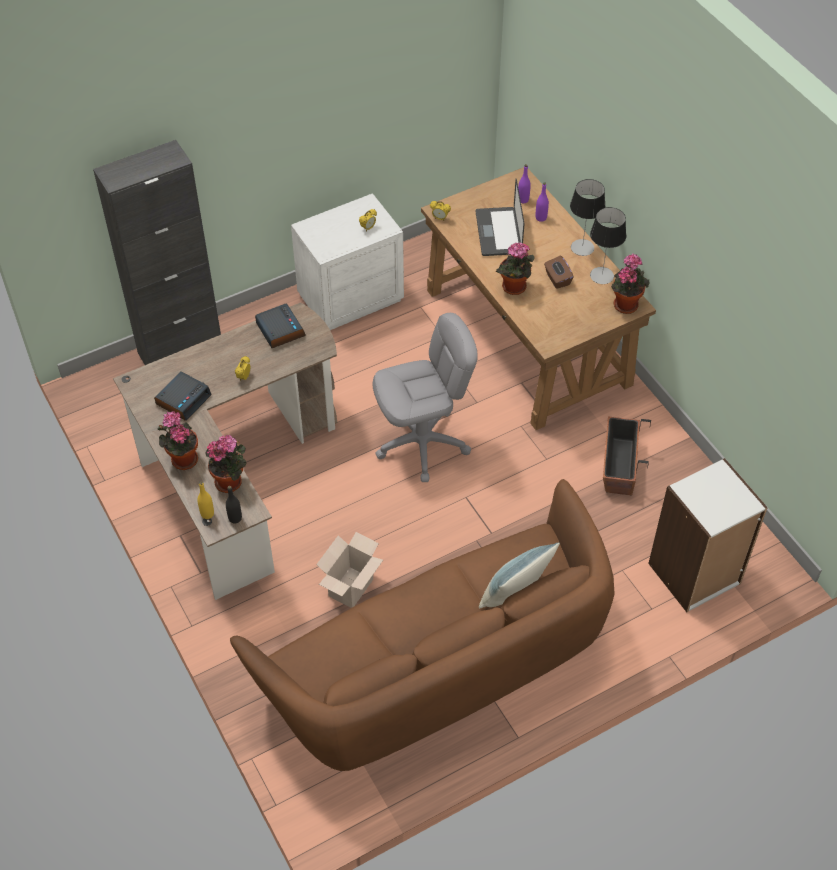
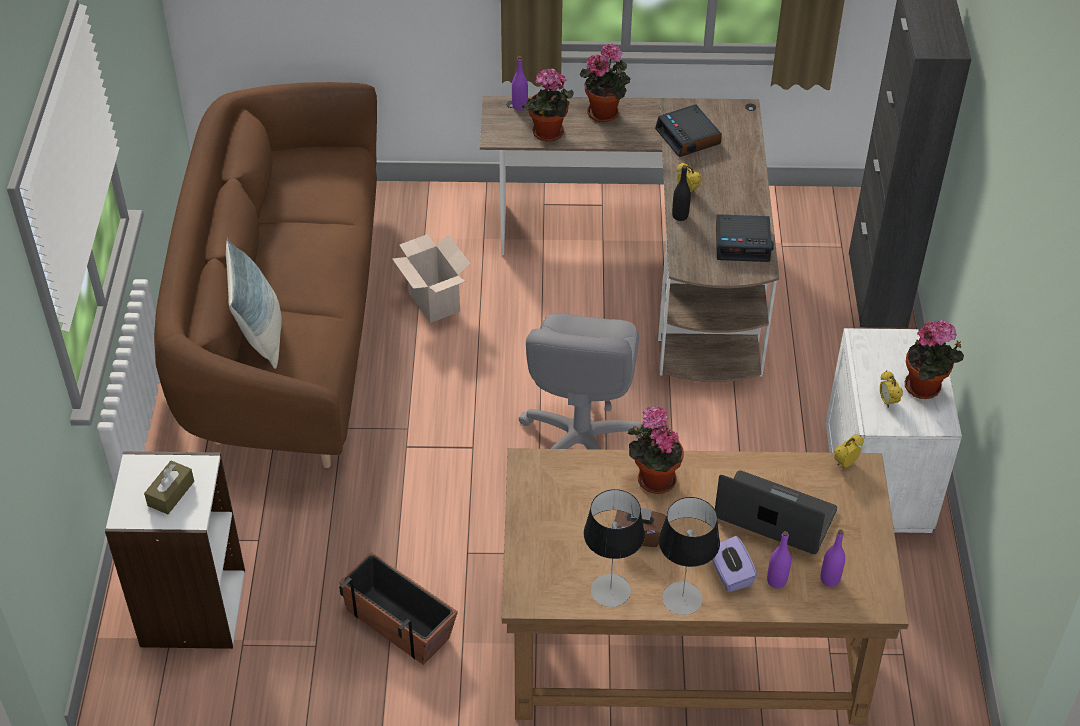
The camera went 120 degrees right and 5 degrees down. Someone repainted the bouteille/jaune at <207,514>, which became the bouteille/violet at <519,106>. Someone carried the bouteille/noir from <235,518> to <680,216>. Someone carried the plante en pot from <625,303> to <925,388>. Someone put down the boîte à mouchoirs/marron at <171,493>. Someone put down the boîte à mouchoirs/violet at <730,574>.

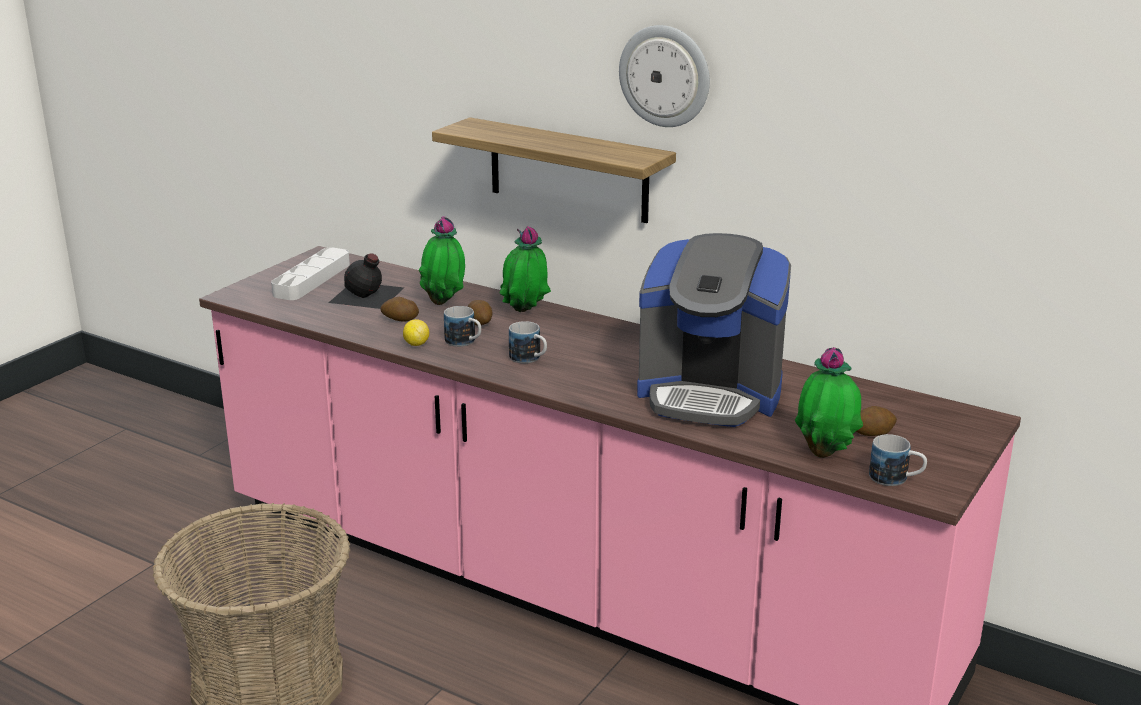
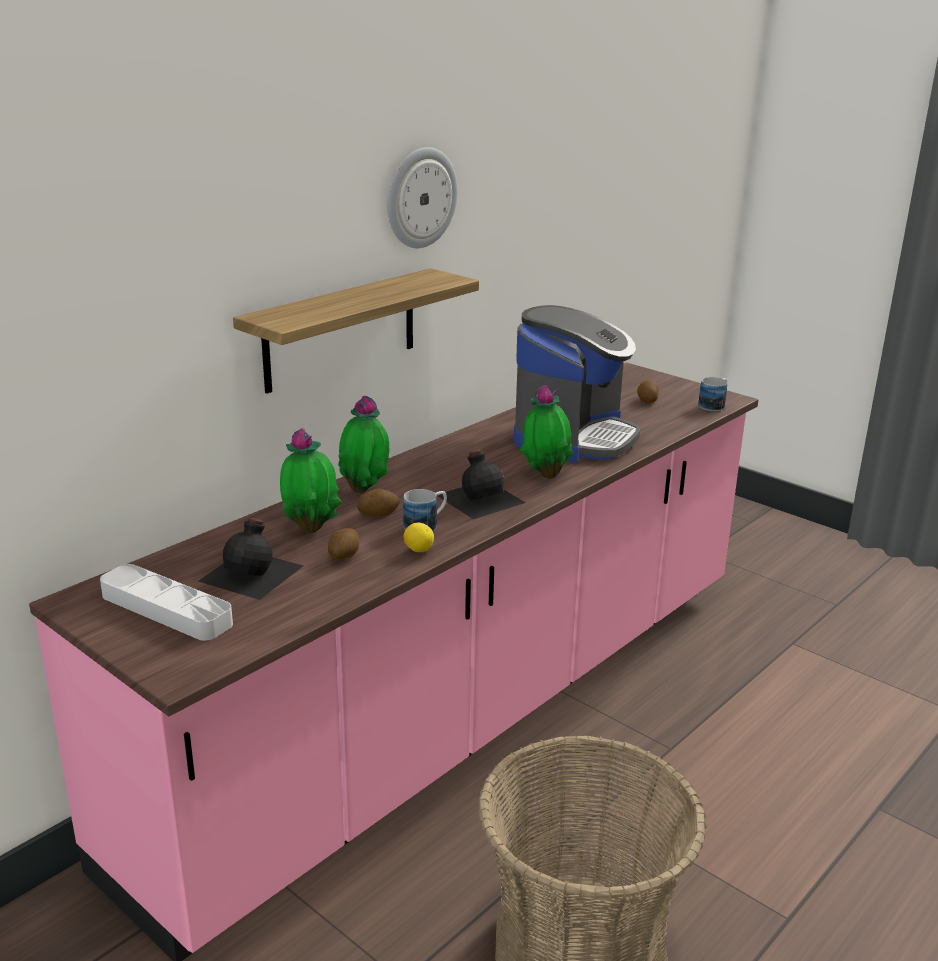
The camera went 80 degrees left and 0 degrees up. Someone swapped the mug at <530,359> for the bouteille/noir at <480,498>. Someone carried the plante en pot from <825,453> to <545,475>.

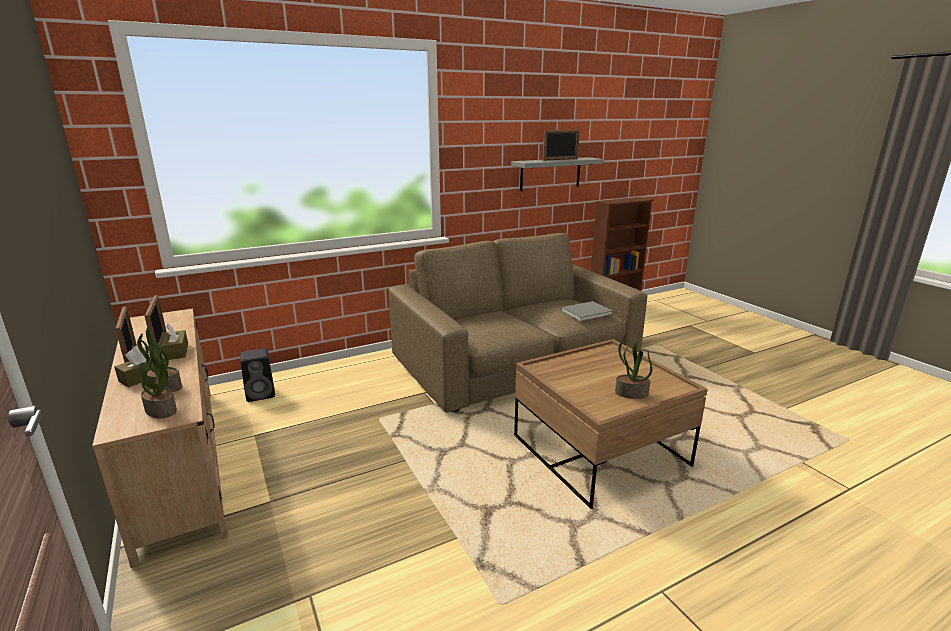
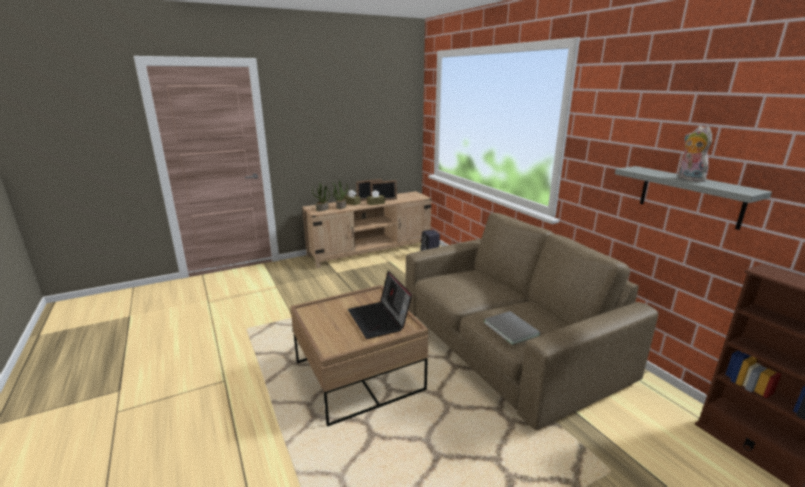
The camera went 90 degrees right and 0 degrees up. Someone swapped the cadre photo at <560,159> for the peluche at <688,179>. Someone took away the plante en pot at <631,393>. Someone put down the ordinateur portable at <379,320>.

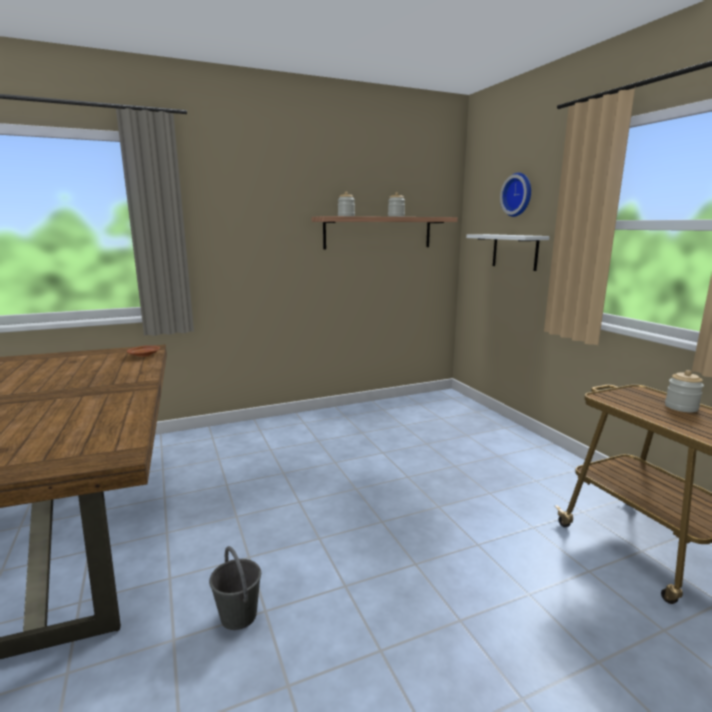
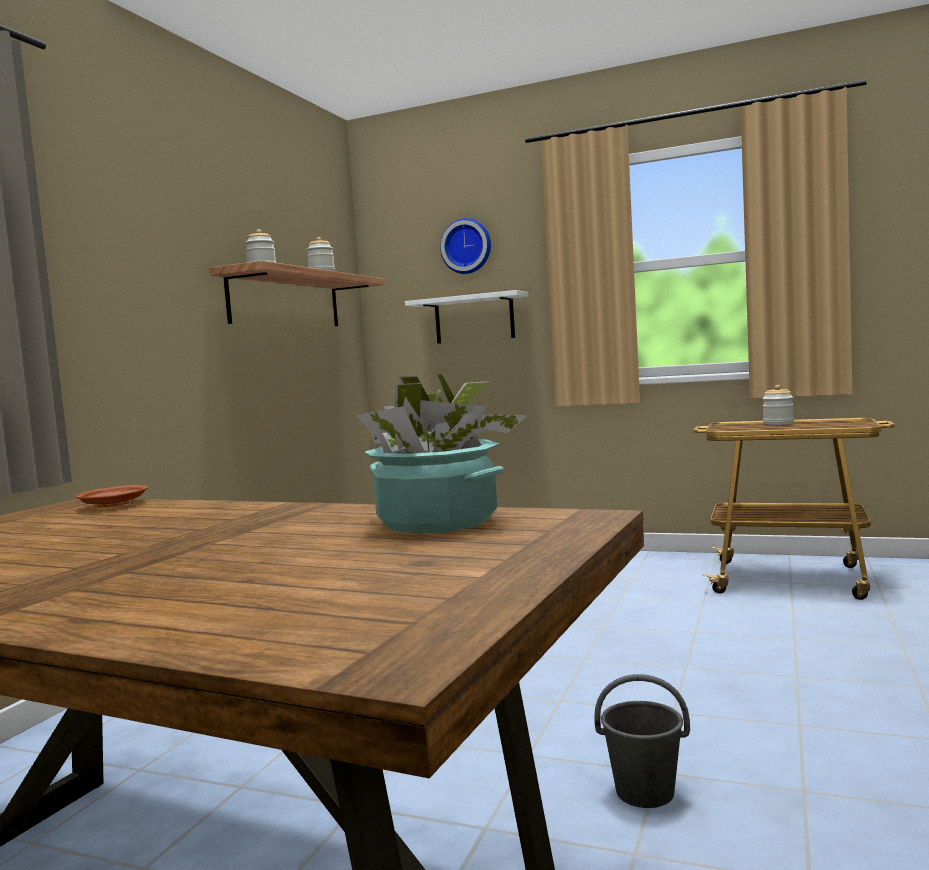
The camera went 45 degrees left and 10 degrees down. Someone put down the plante en pot at <436,521>.

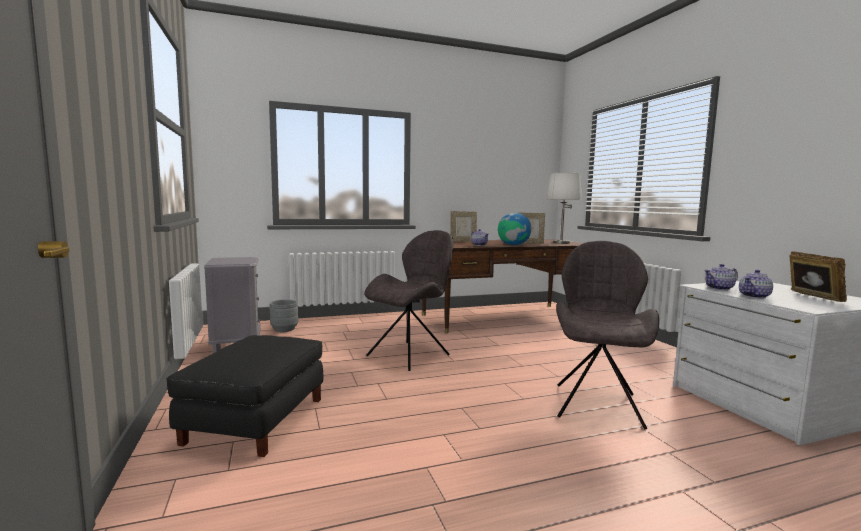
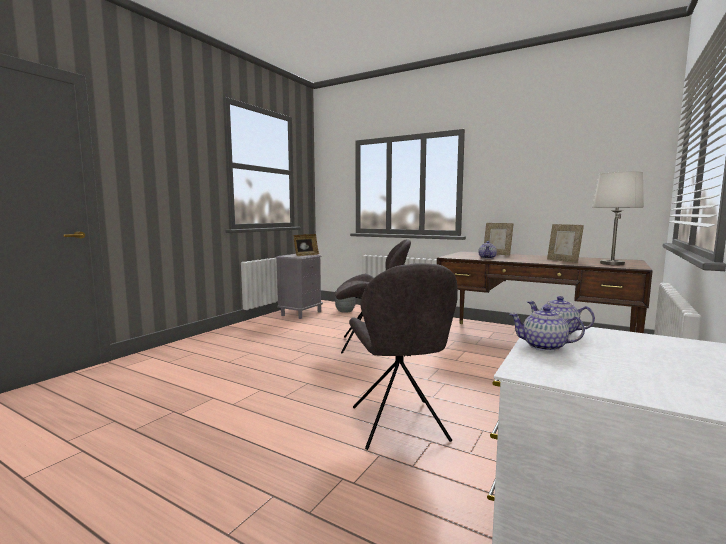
The camera went 50 degrees right and 0 degrees up. Someone took away the pouf/noir at <255,420>. Someone took away the globe at <513,245>. Someone rotated the chaise/gris at <597,403> by 105 degrees clockwise. Someone carried the cadre photo from <812,297> to <306,255>.

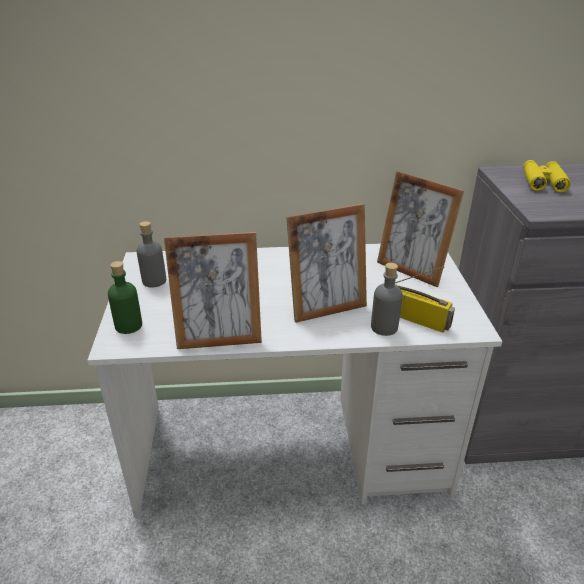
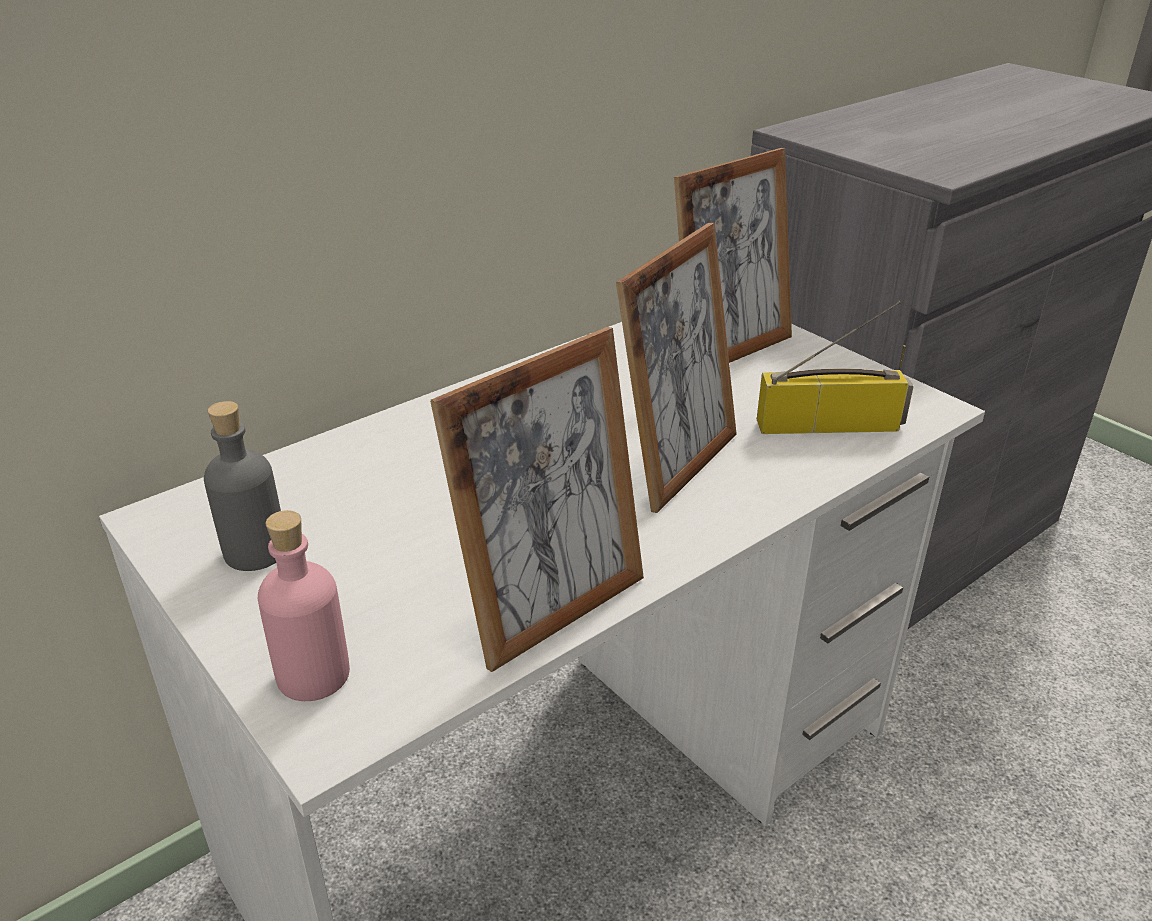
The camera went 35 degrees left and 0 degrees up. Someone repainted the bouteille/vert at <128,325>, which became the bouteille/rose at <313,674>. Someone took away the bouteille/gris at <384,327>. Someone rotated the cadre photo at <411,270> by 45 degrees counterclockwise. Someone took away the jumelles/jaune at <543,182>.

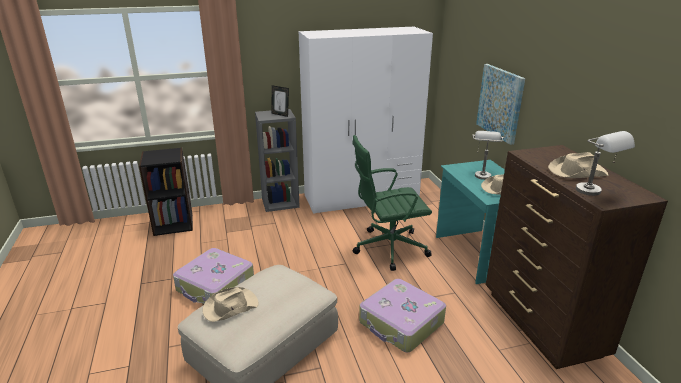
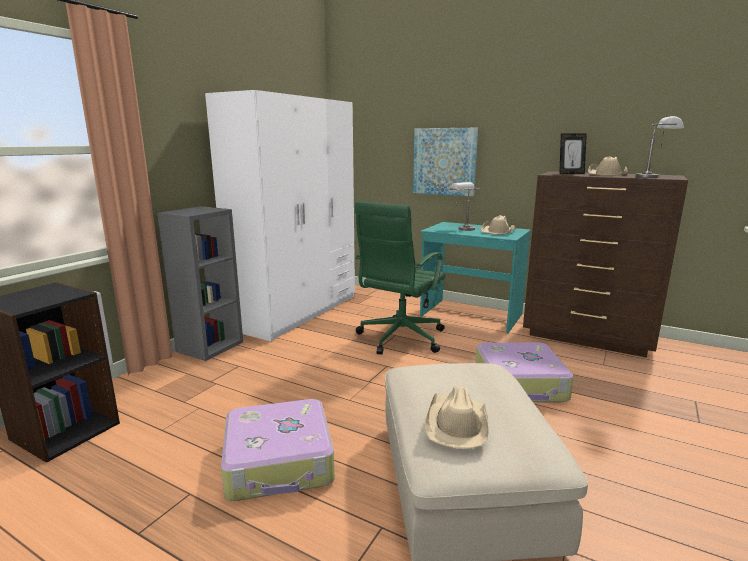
The camera went 45 degrees left and 10 degrees down. Someone carried the cadre photo from <280,114> to <570,173>.

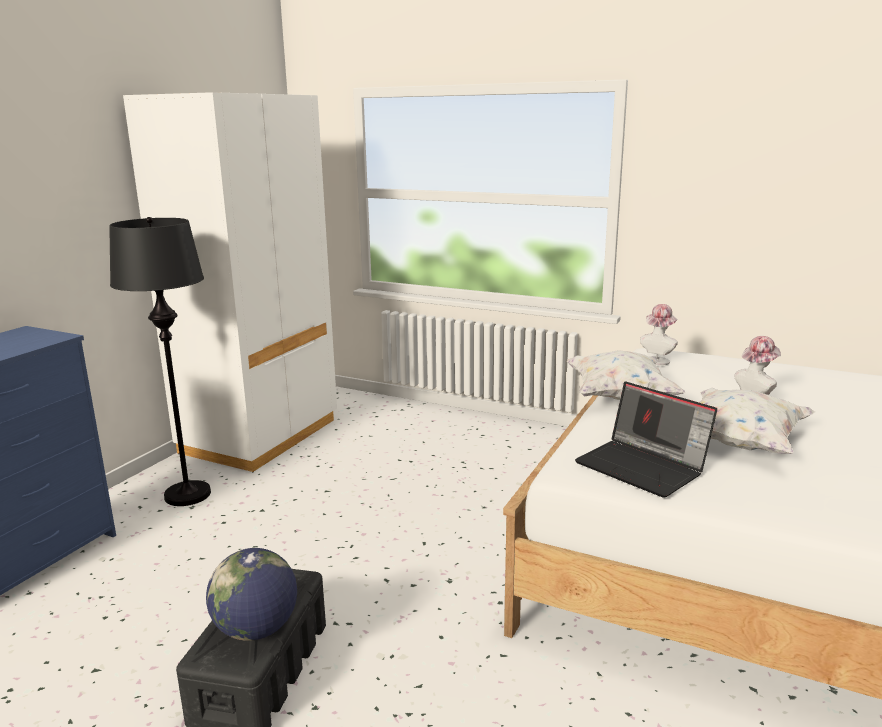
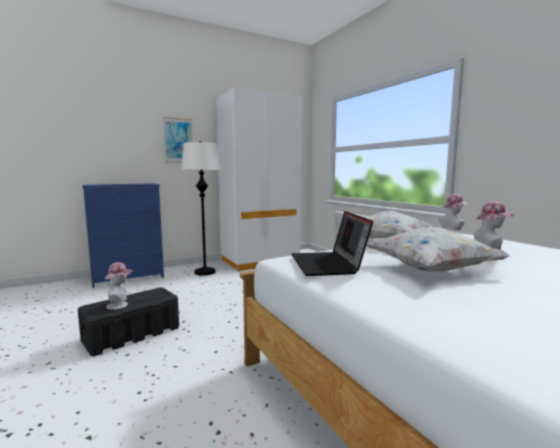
The camera went 35 degrees right and 10 degrees down. Someone repainted the lampadaire/noir at <188,494>, which became the lampadaire/blanc at <205,272>. Someone swapped the globe at <256,630> for the chapeau at <120,305>. Someone put up the tableau at <178,140>.

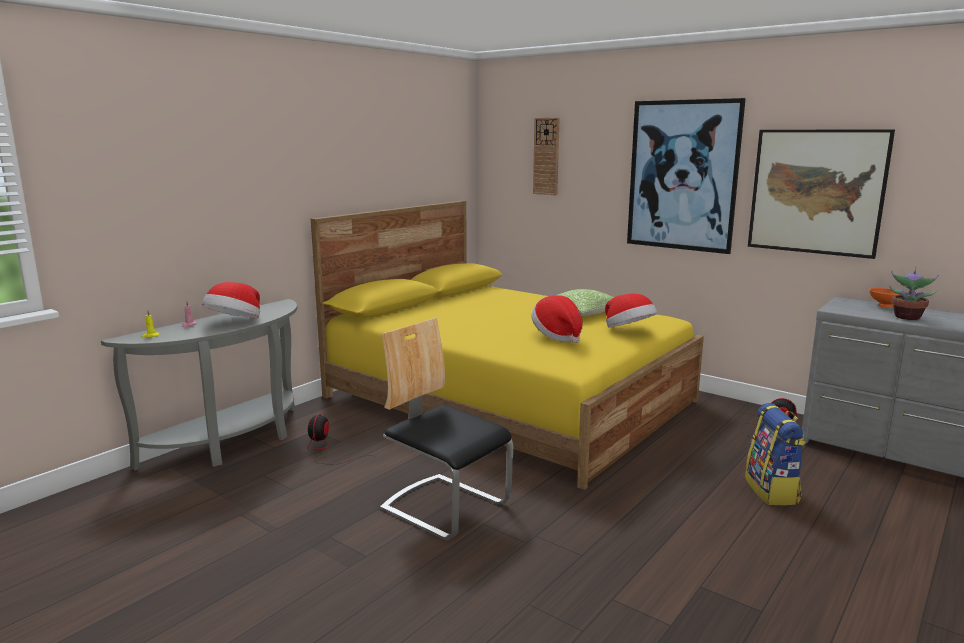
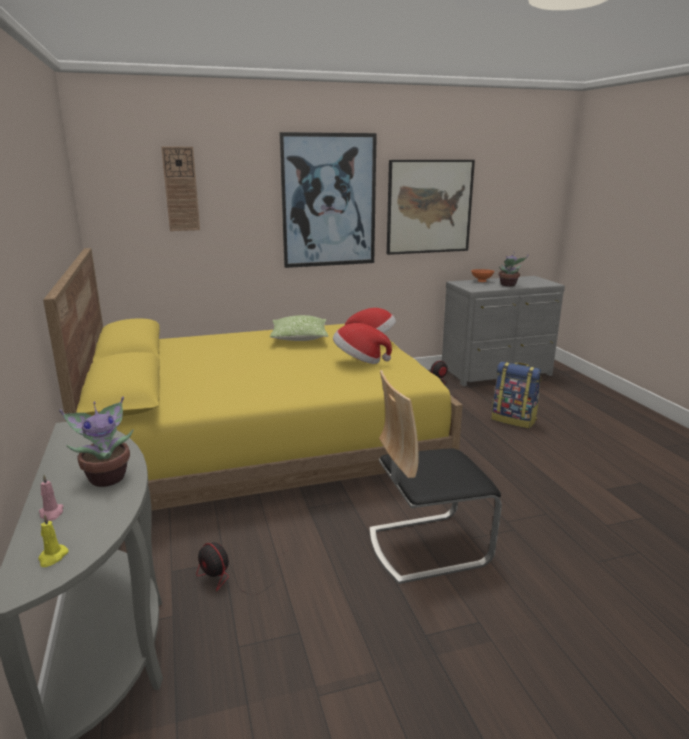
The camera went 55 degrees left and 5 degrees up. Someone swapped the chapeau at <235,322> for the plante en pot at <107,477>.

